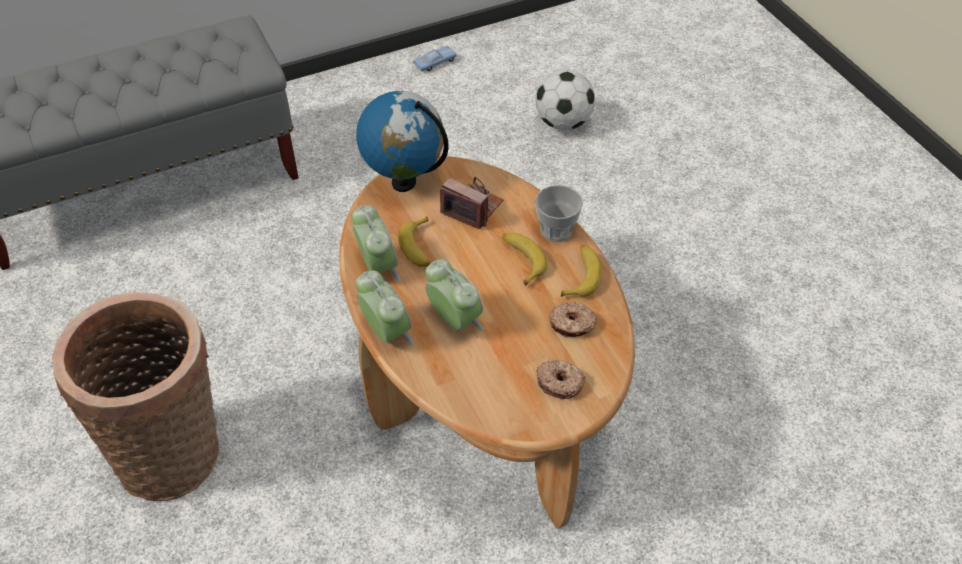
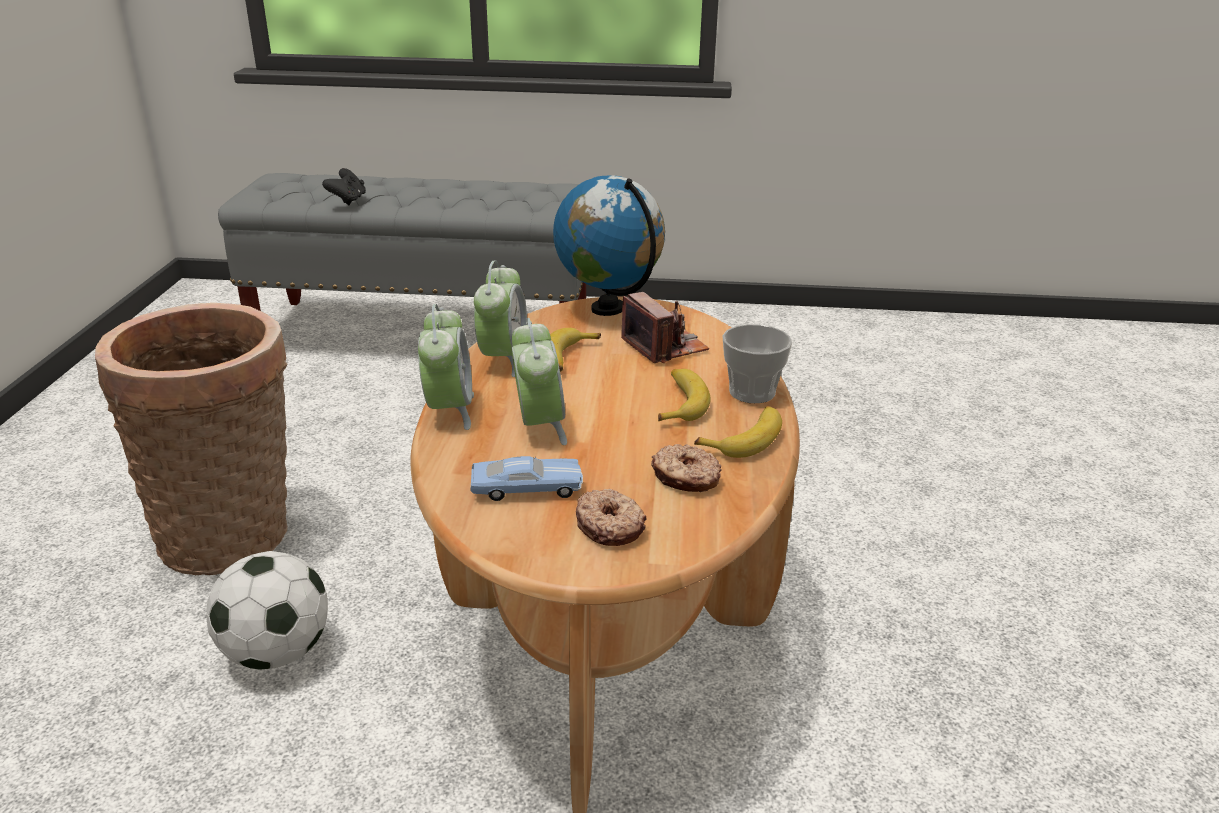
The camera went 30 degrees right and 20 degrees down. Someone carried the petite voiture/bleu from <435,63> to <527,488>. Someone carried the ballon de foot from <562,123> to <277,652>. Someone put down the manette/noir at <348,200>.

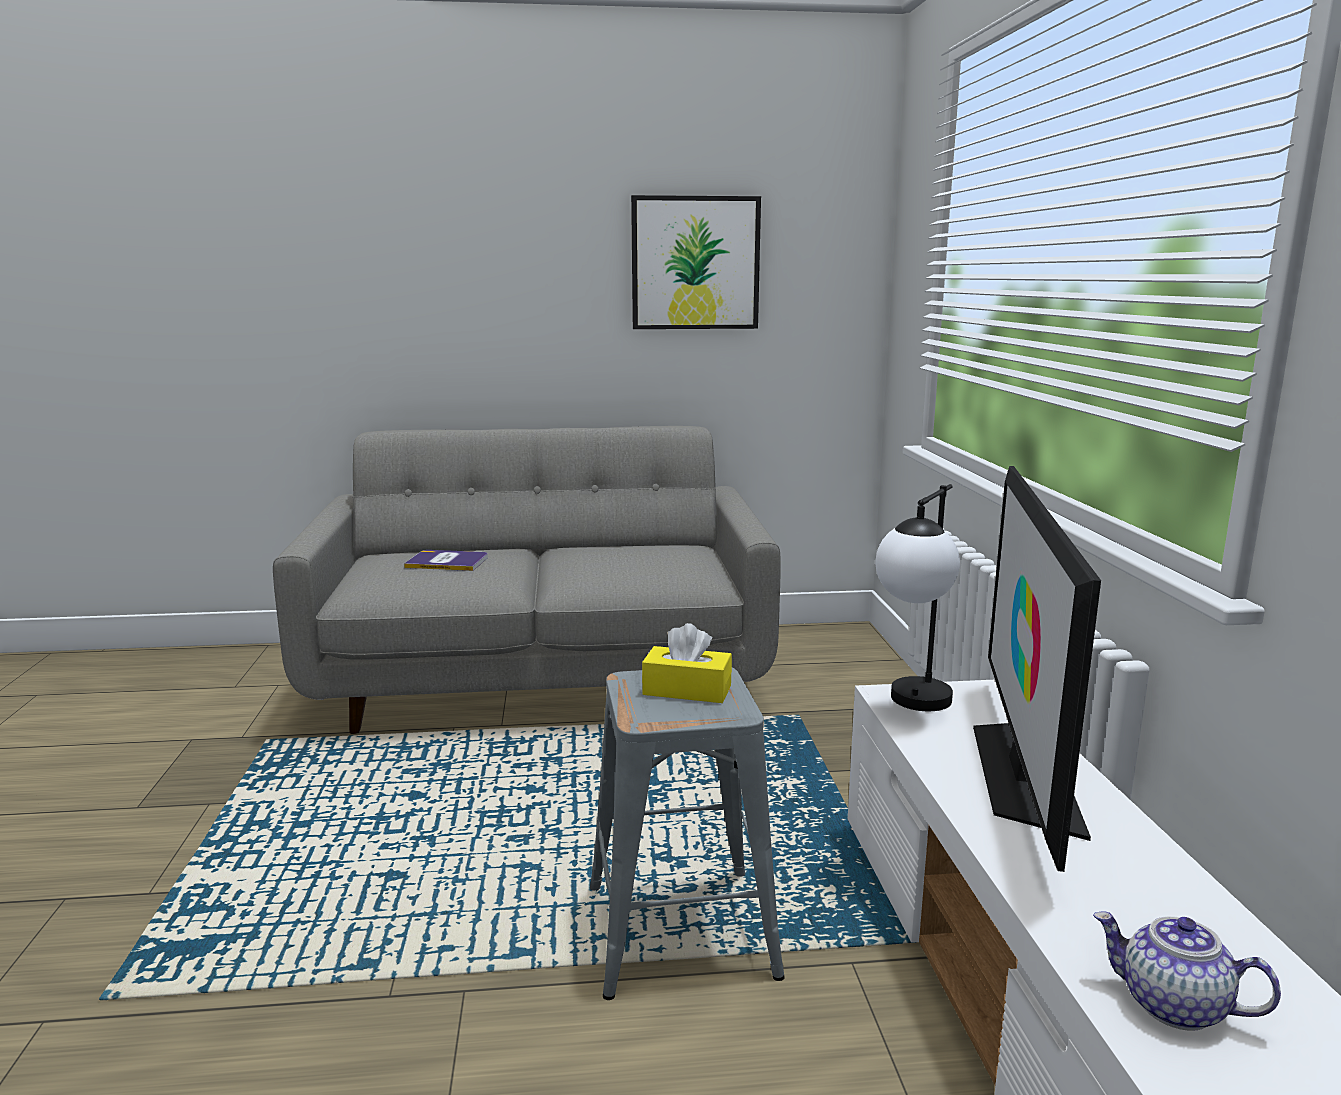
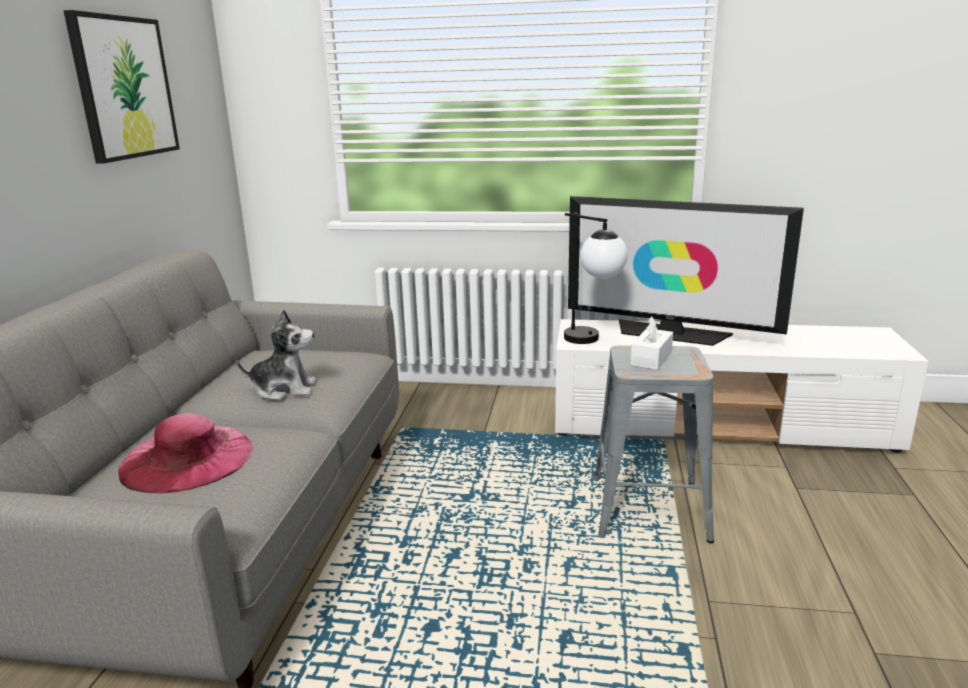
The camera went 75 degrees left and 5 degrees up. Someone swapped the livre at <447,562> for the chapeau/rose at <187,458>. Someone repainted the boîte à mouchoirs/jaune at <687,690>, which became the boîte à mouchoirs/blanc at <651,359>. Someone took away the théière at <1172,1006>. Someone put down the peluche at <284,389>.

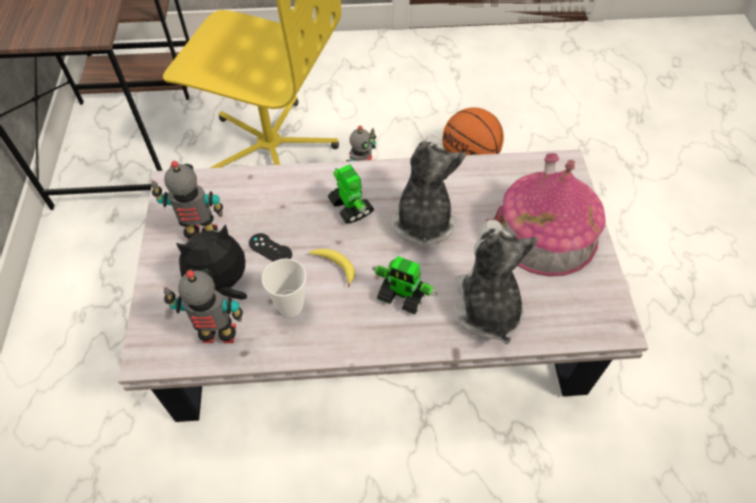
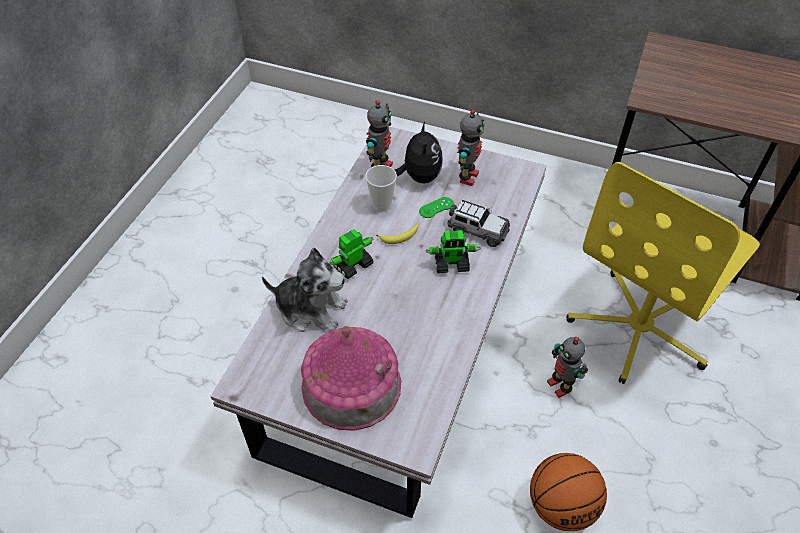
The camera went 115 degrees right and 5 degrees down. Someone repainted the manette/noir at <270,248>, which became the manette/vert at <436,207>. Someone took away the peluche at <423,220>. Someone put down the petite voiture at <477,230>.

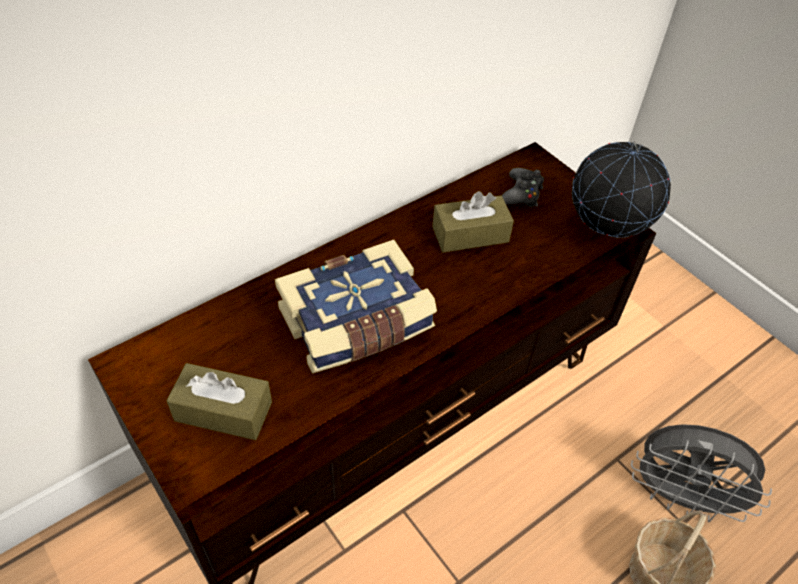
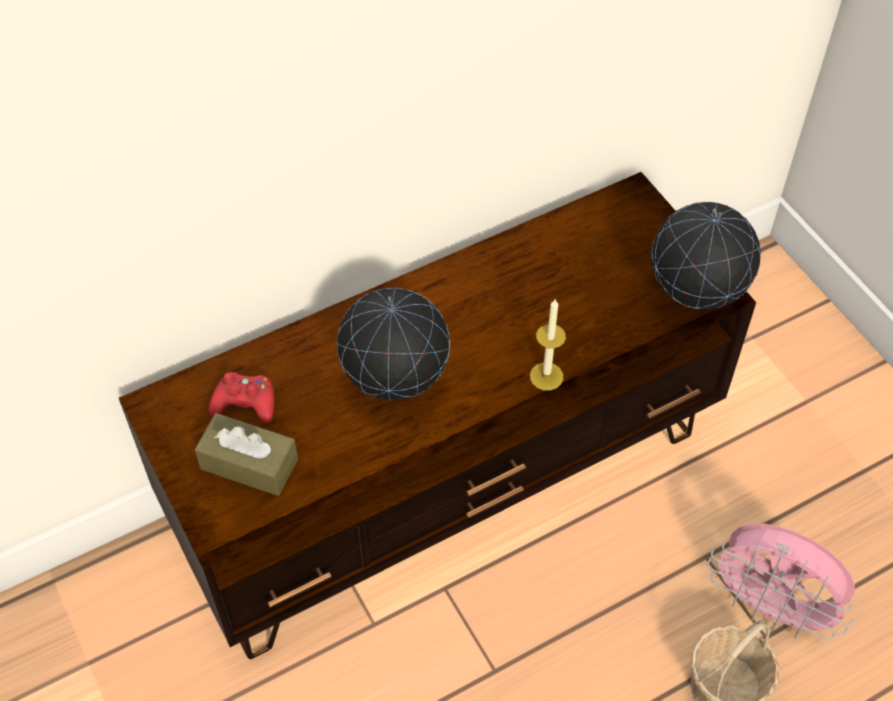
The camera went 10 degrees right and 5 degrees up. Someone swapped the livre at <357,324> for the globe at <395,384>. Someone took away the boîte à mouchoirs/marron at <470,234>. Someone took away the manette/noir at <521,194>. Someone repainted the ventilateur/gris at <680,497>, which became the ventilateur/rose at <771,608>. Someone put down the manette/rouge at <245,403>. Someone put down the bougie at <546,376>.

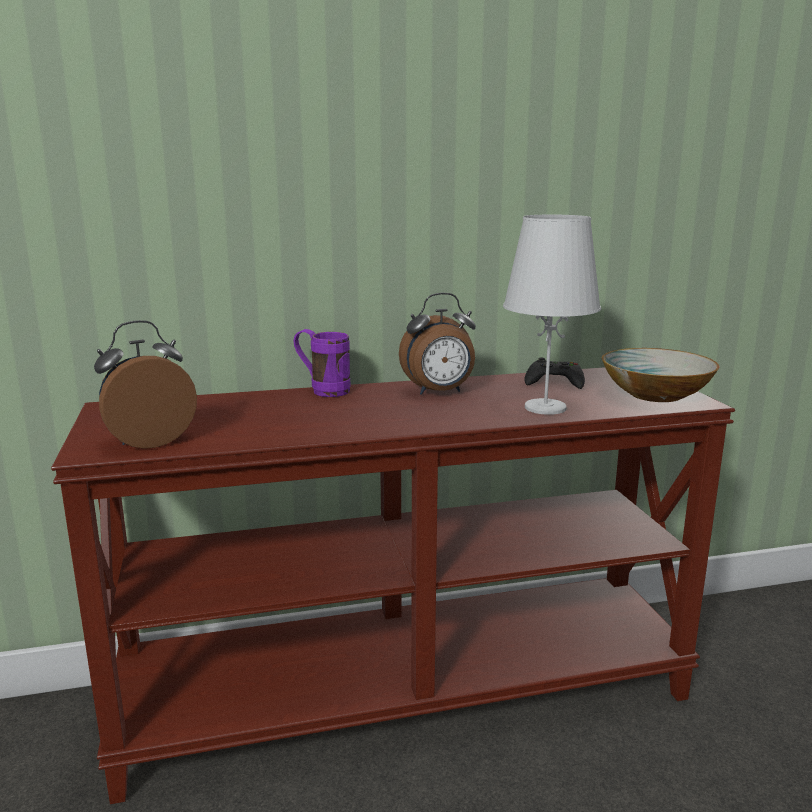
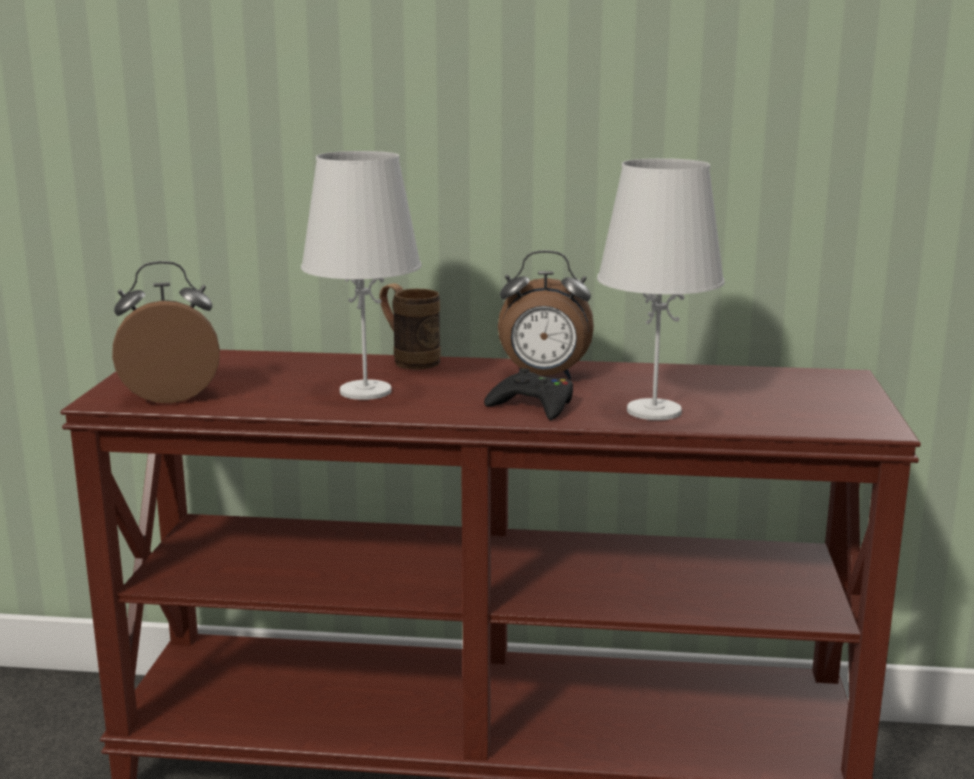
The camera went 20 degrees right and 0 degrees up. Someone repainted the mug/violet at <323,390>, which became the mug/marron at <409,360>. Someone carried the manette/noir from <554,381> to <533,405>. Someone took away the bol at <655,394>. Someone put down the lampe de table/blanc at <365,391>.

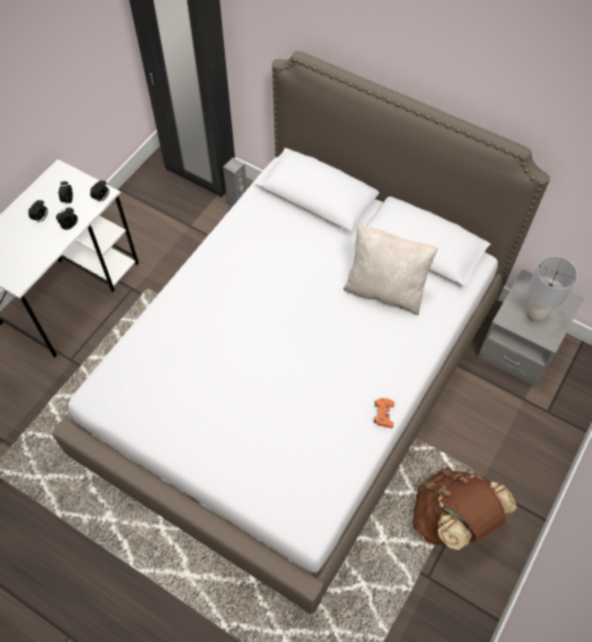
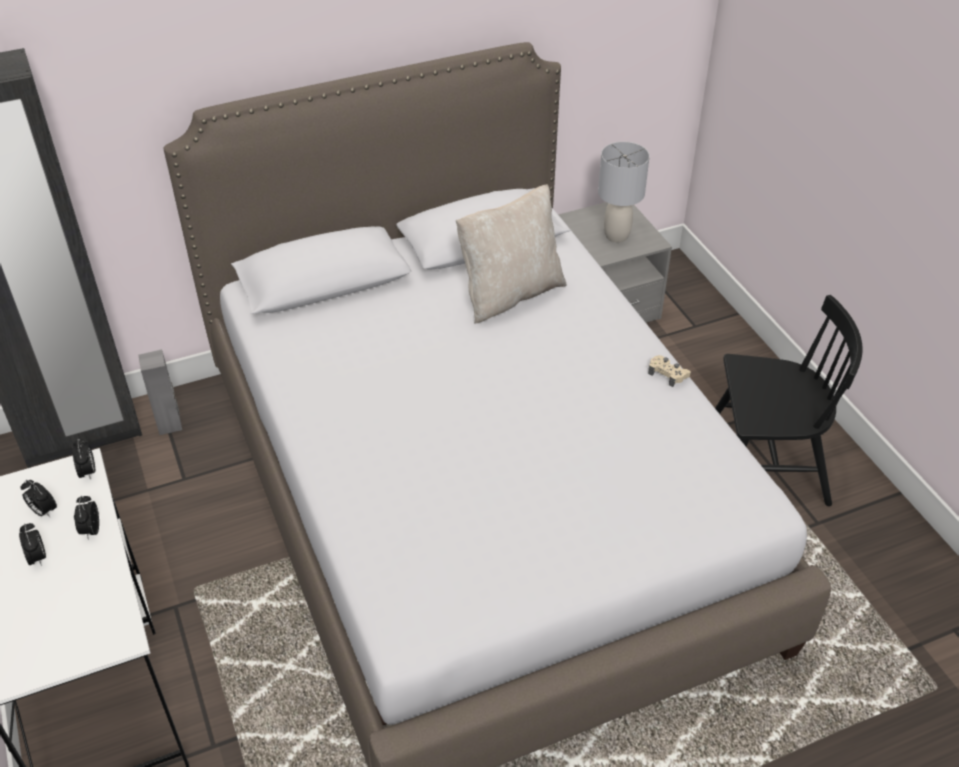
The camera went 55 degrees left and 15 degrees down. Someone repainted the manette/orange at <384,414>, which became the manette/beige at <668,374>. Someone swapped the sac à dos/marron at <452,520> for the chaise/noir at <764,466>.

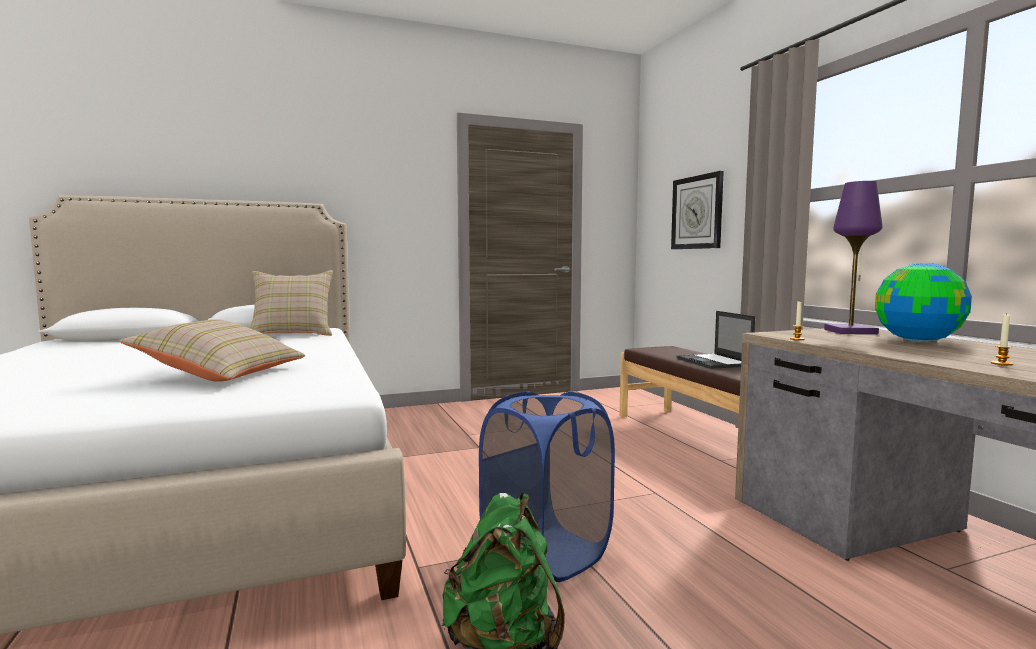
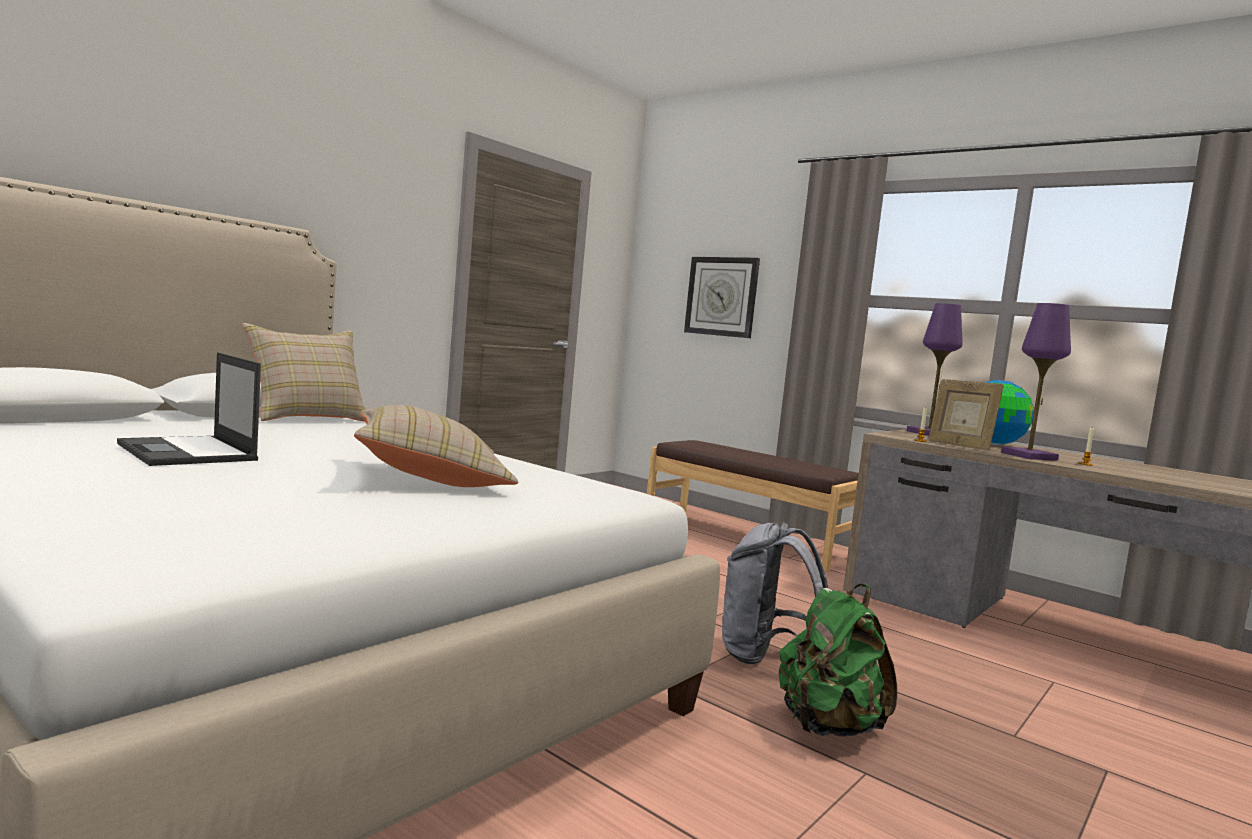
The camera went 30 degrees left and 0 degrees up. Someone swapped the panier à linge/bleu at <546,556> for the sac à dos/gris at <763,656>. Someone carried the ordinateur portable from <714,362> to <188,452>. Someone put down the cadre photo at <959,446>. Someone put down the lampe de table/violet at <1029,456>.

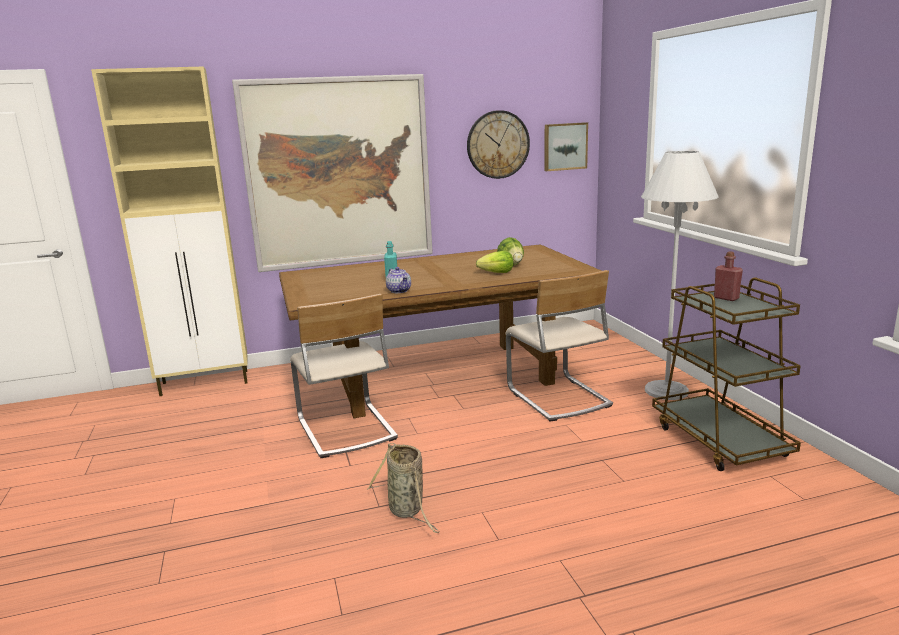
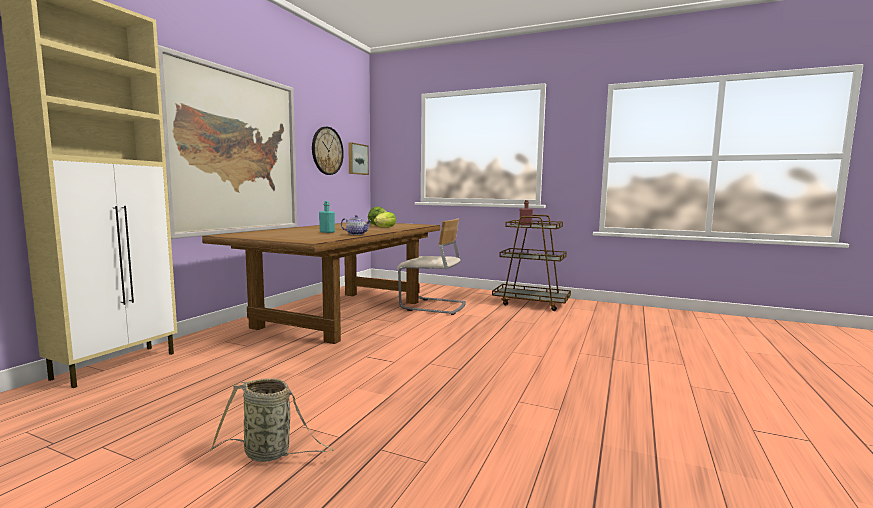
The camera went 50 degrees left and 10 degrees down. Someone took away the chaise/beige at <345,429>. Someone carried the panier from <407,511> to <271,453>. Someone took away the lampadaire/blanc at <666,391>.

